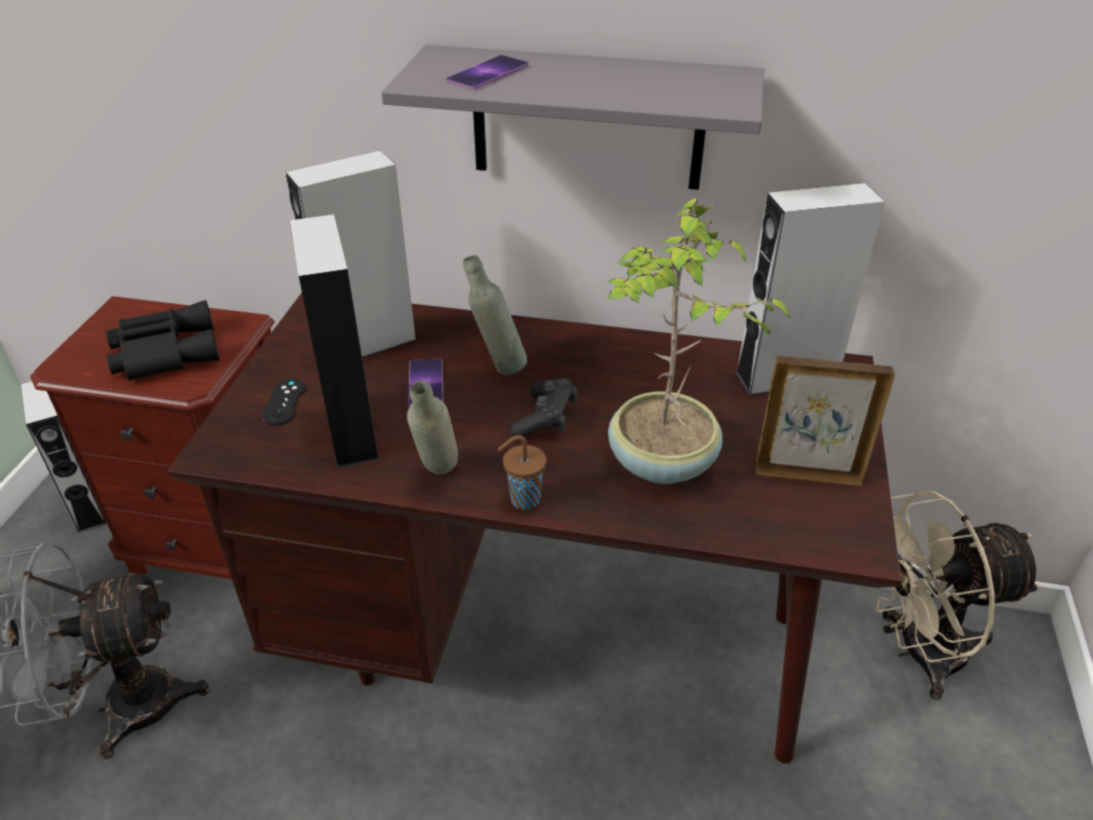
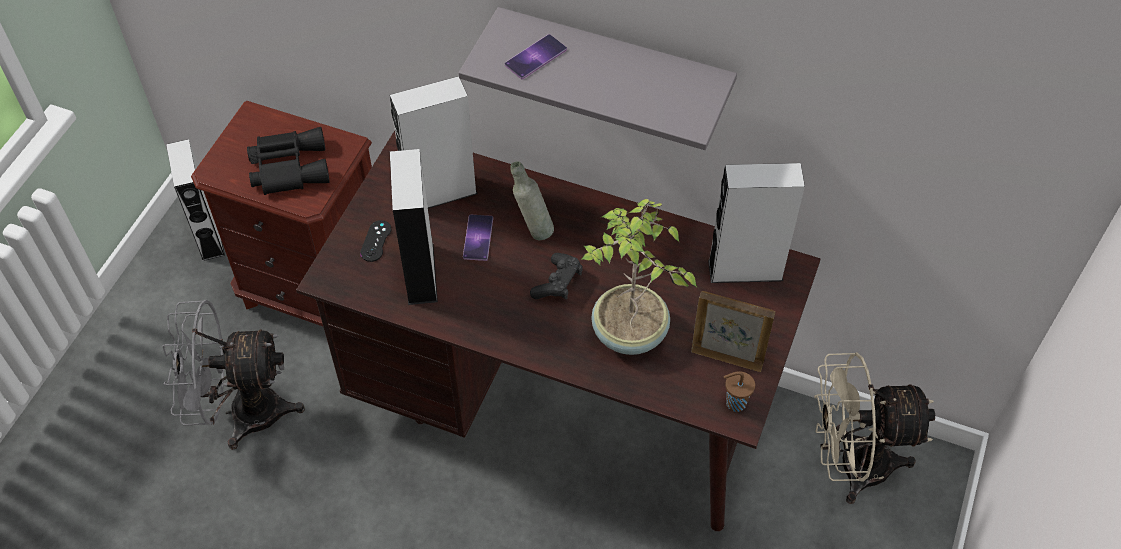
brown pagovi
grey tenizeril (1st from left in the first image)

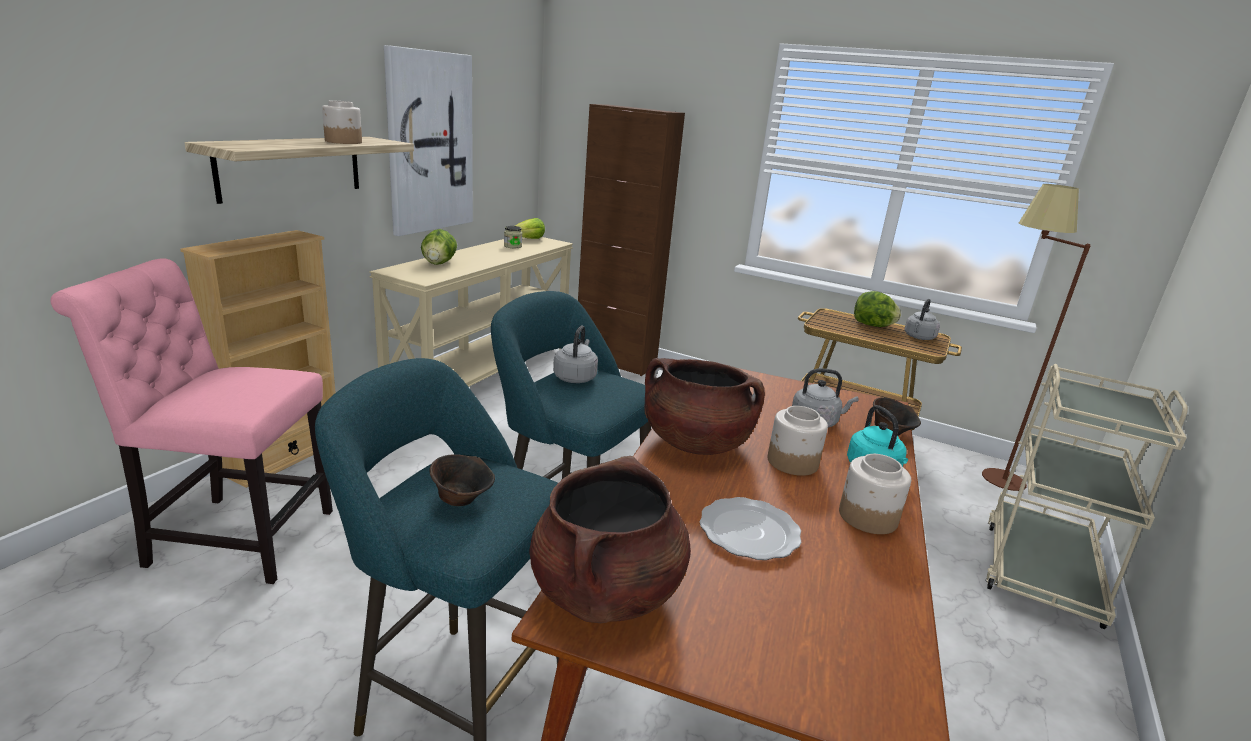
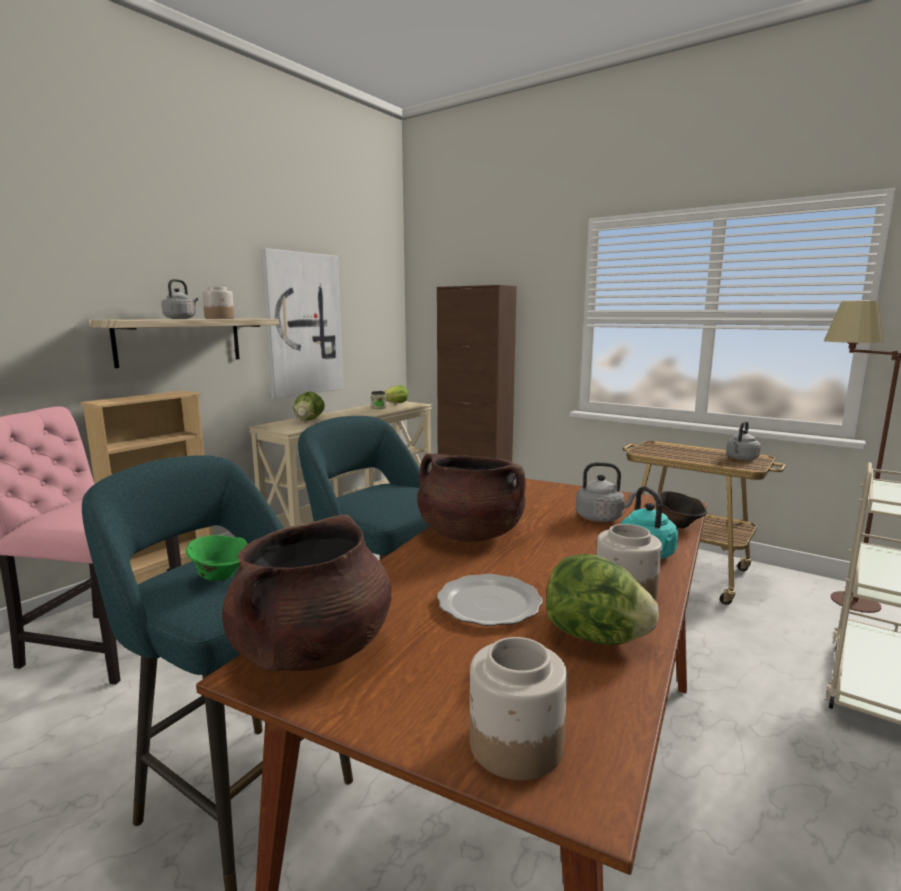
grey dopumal (1st from left)
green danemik
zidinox (3rd from left)
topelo (3rd from left)

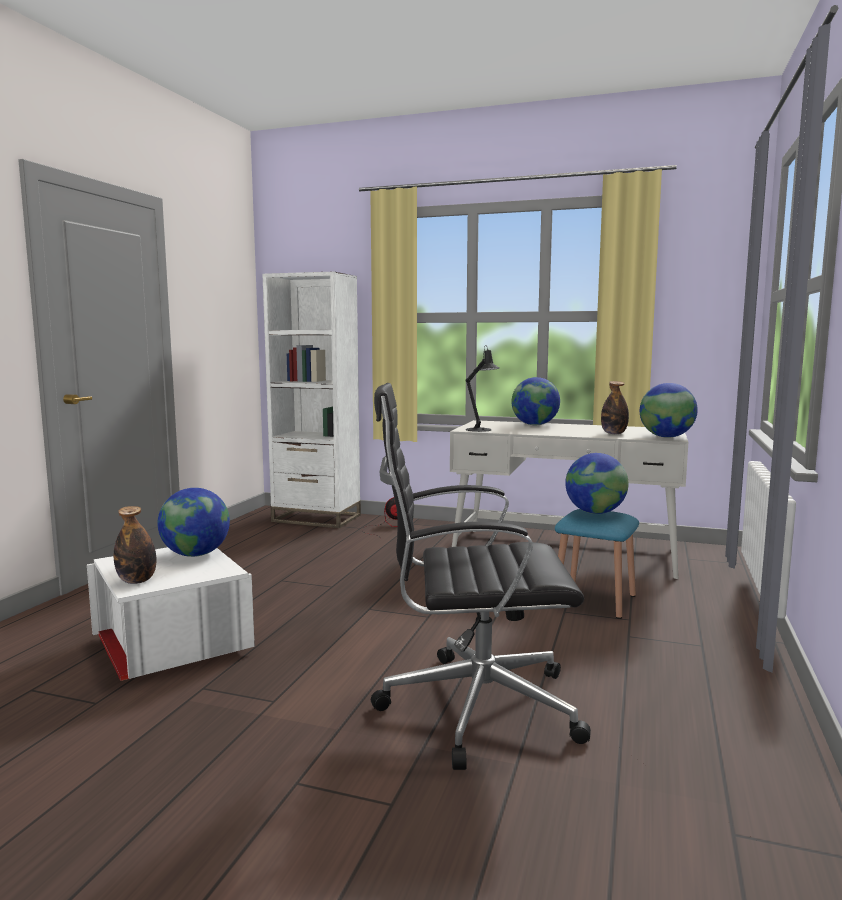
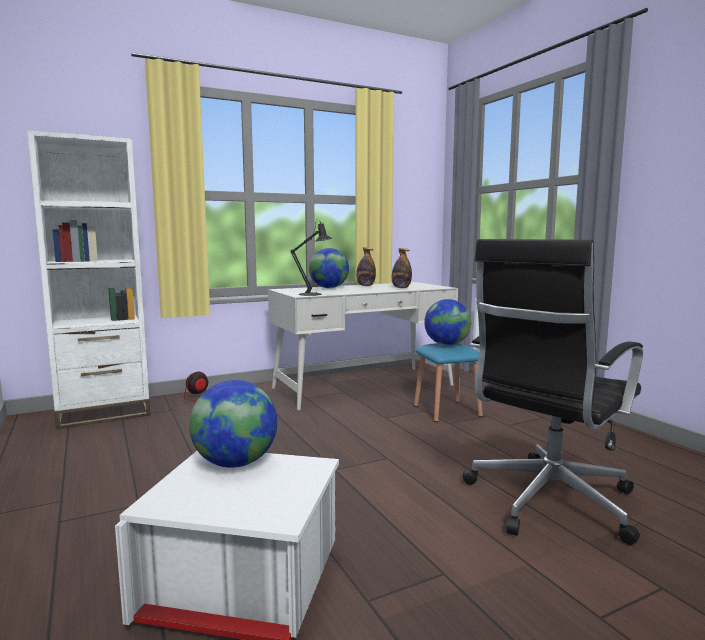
tenizeril (1st from left)
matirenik (4th from left in the first image)

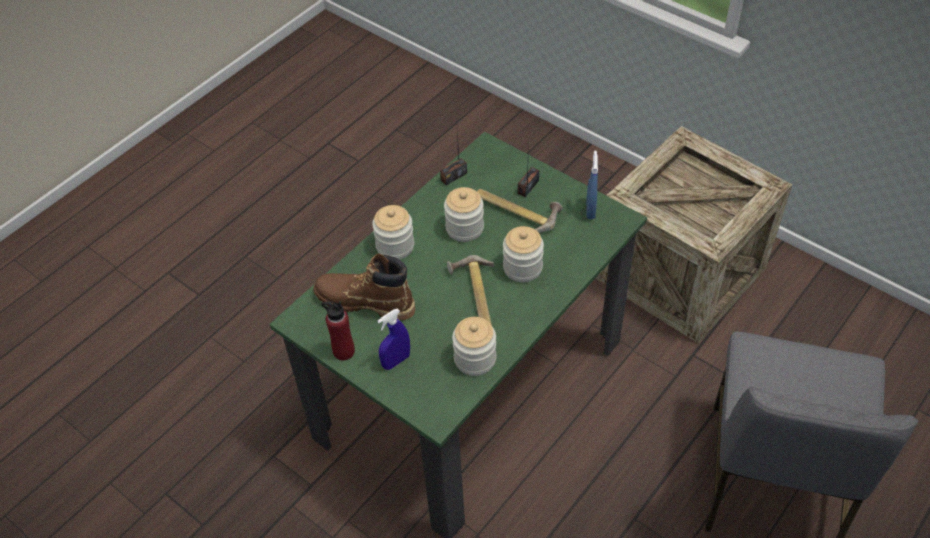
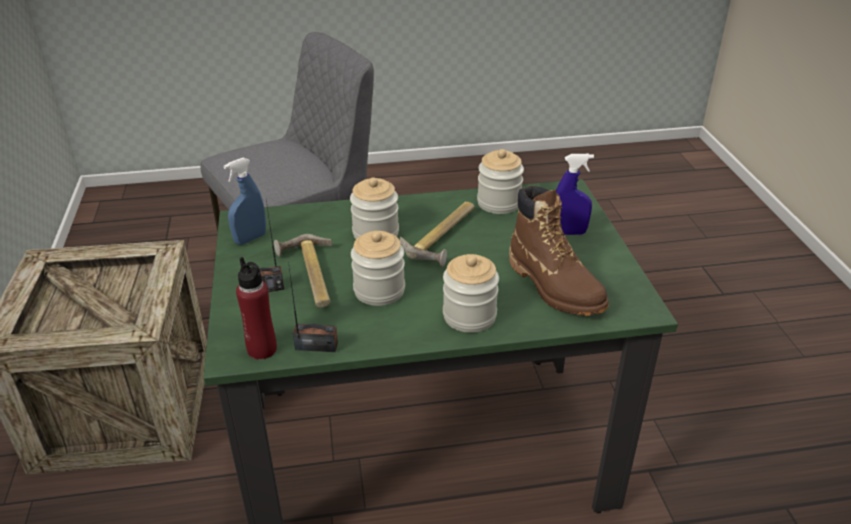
red tenizeril

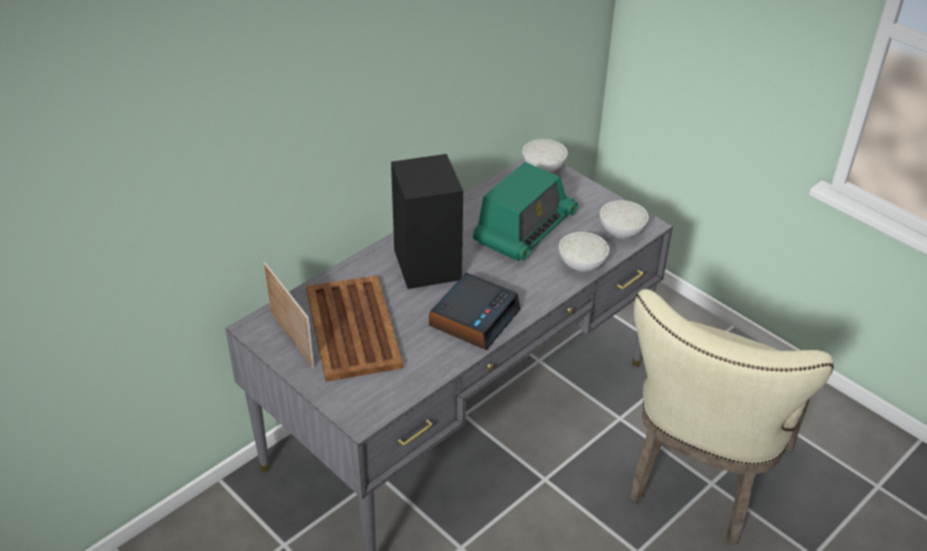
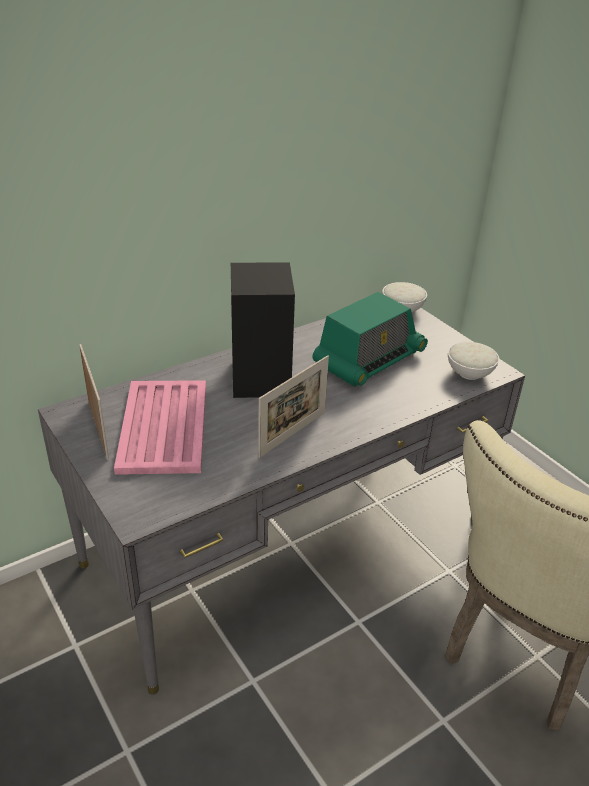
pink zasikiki
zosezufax (2nd from left)
white danemik (2nd from left in the first image)

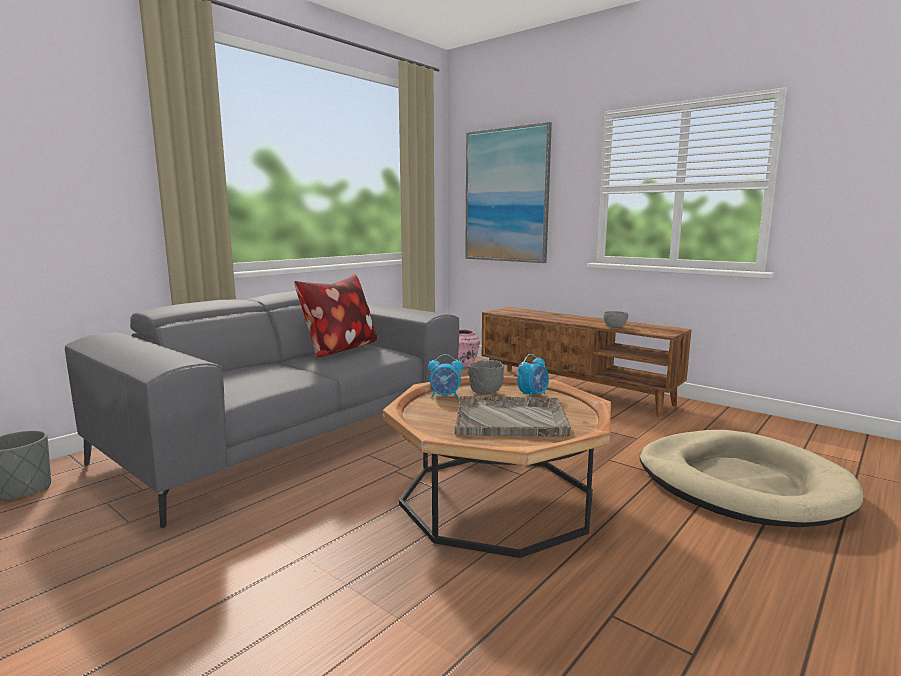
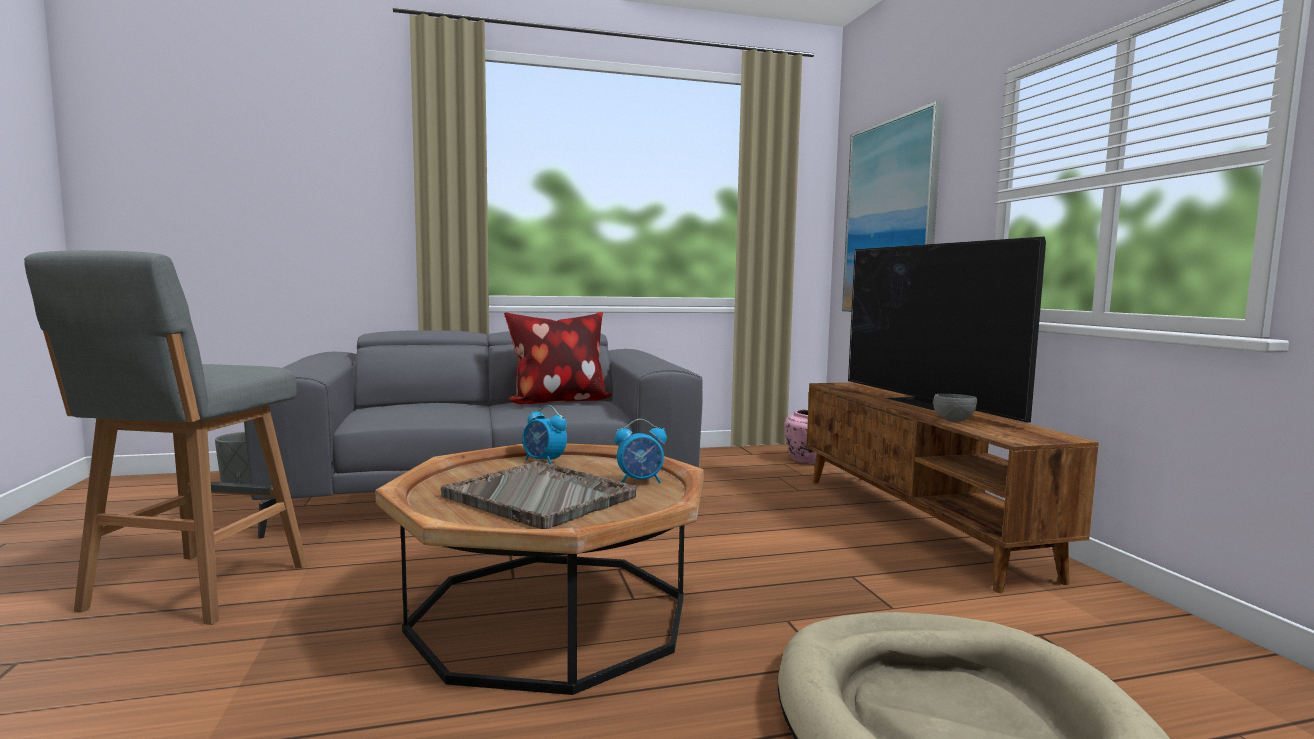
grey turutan
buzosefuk
grey danemik (1st from left in the first image)

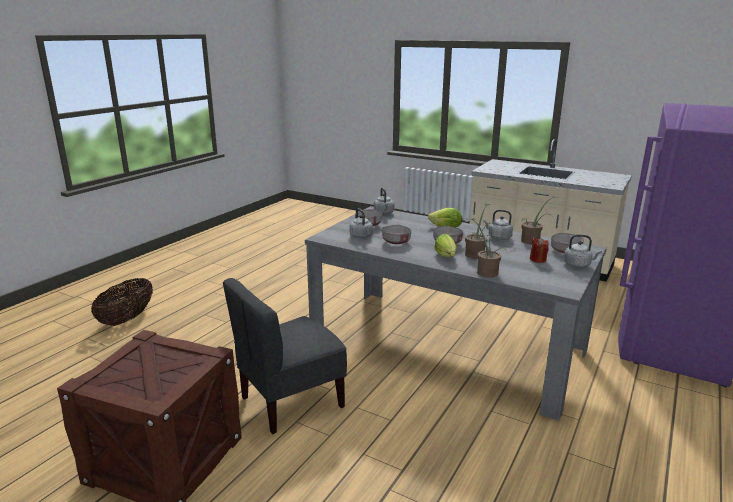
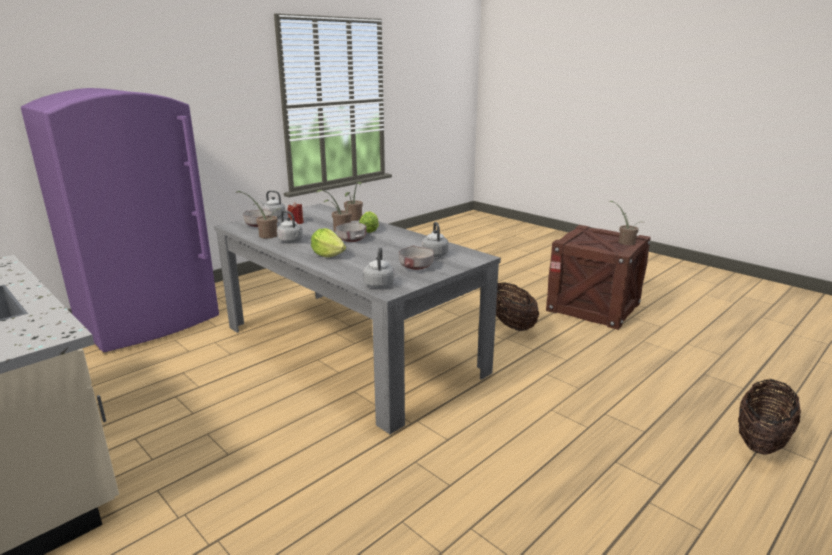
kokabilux (1st from left)
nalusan (4th from left)
grey danemik (2nd from left in the first image)

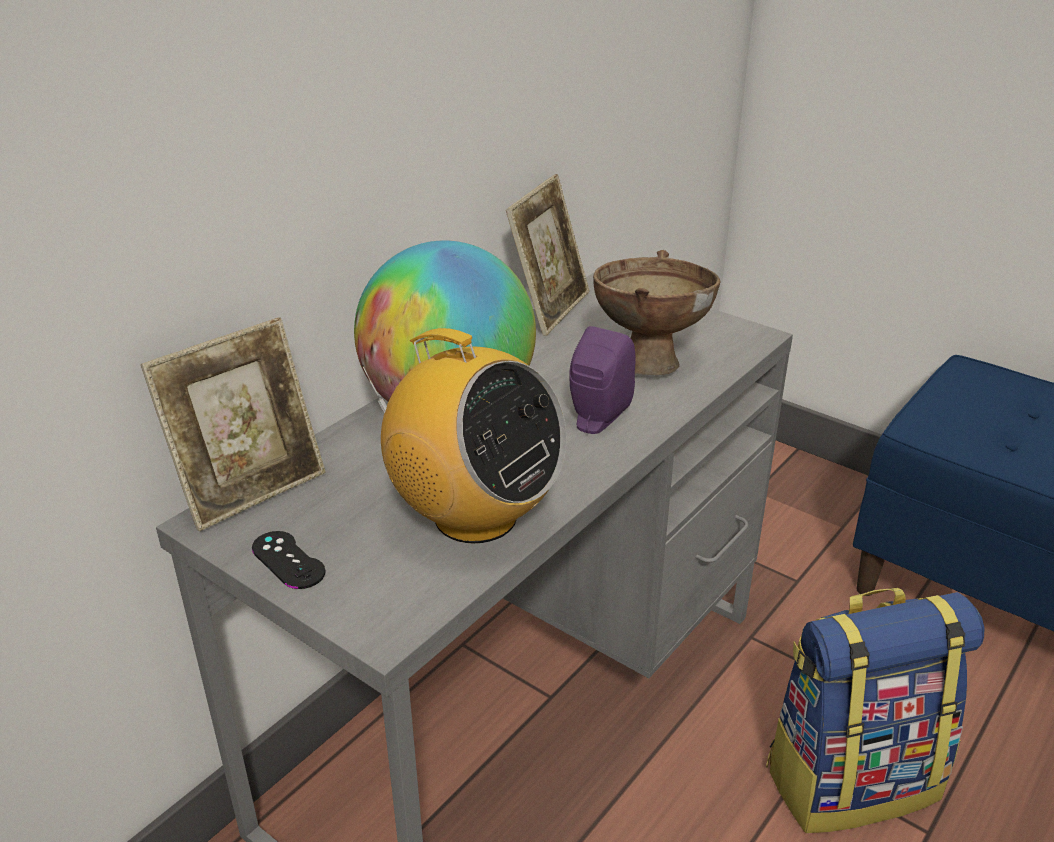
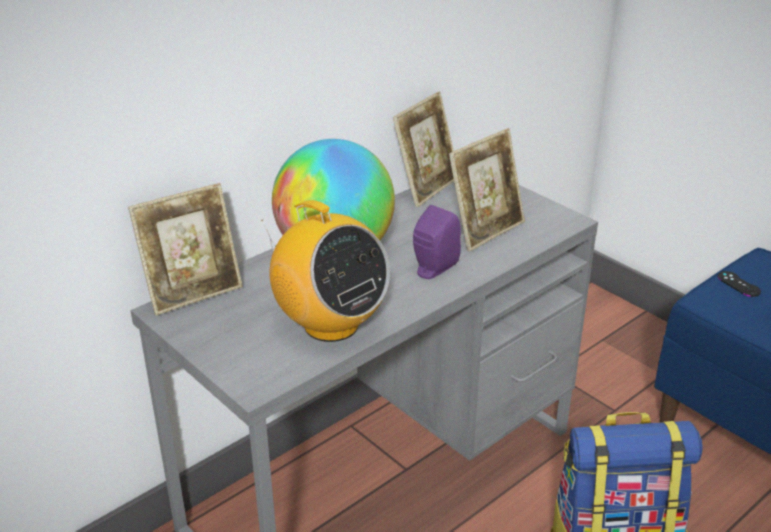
zosezufax (3rd from left)
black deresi

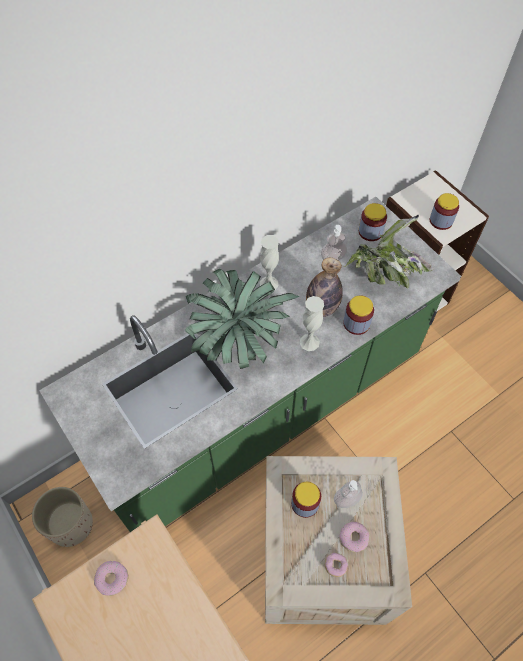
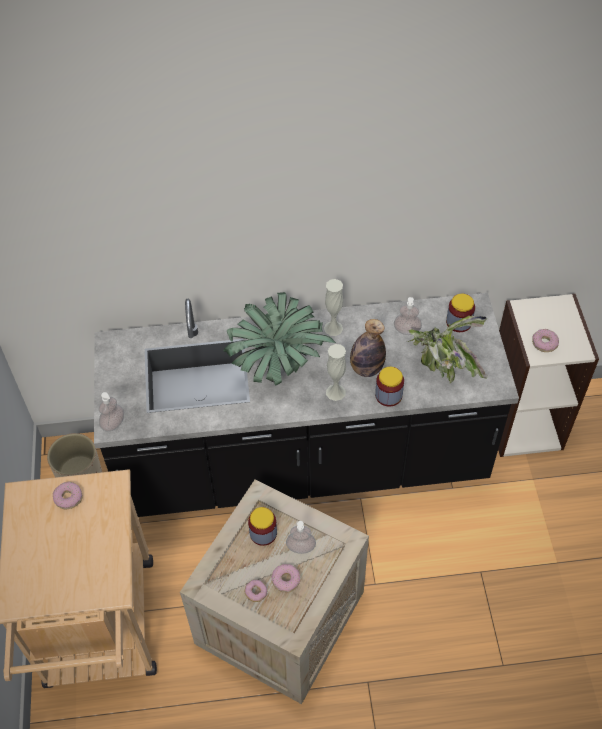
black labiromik
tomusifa (1st from left)
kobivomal (4th from left)

